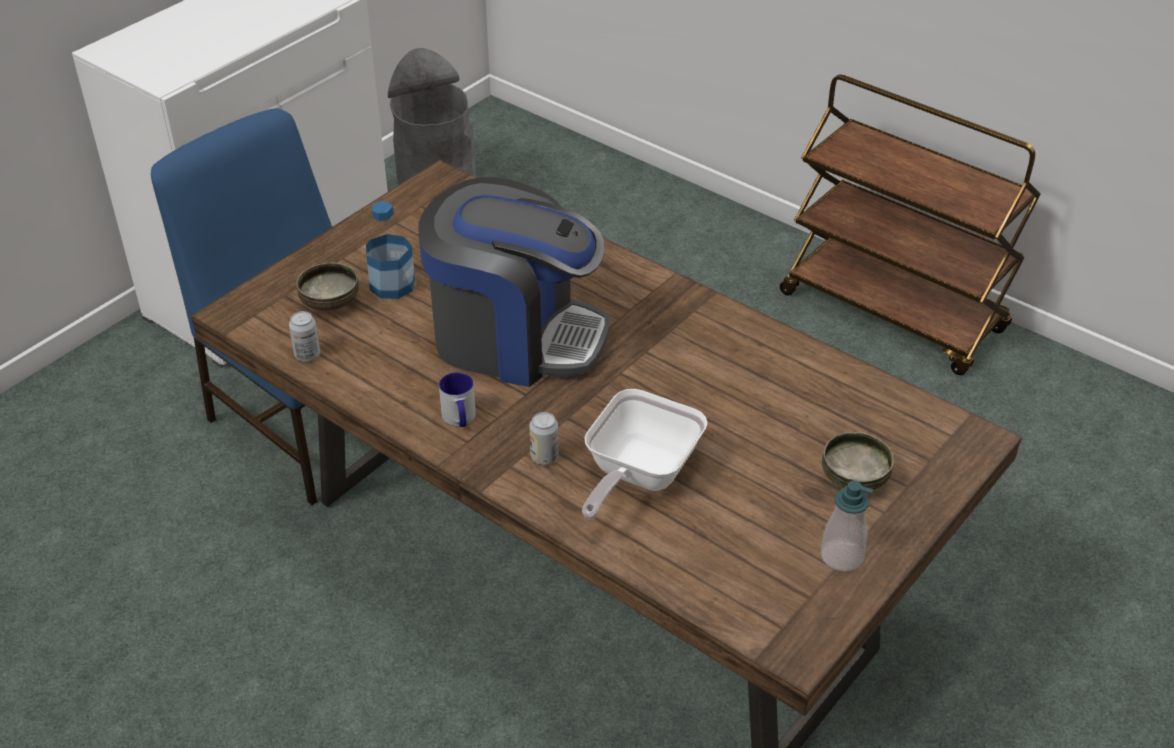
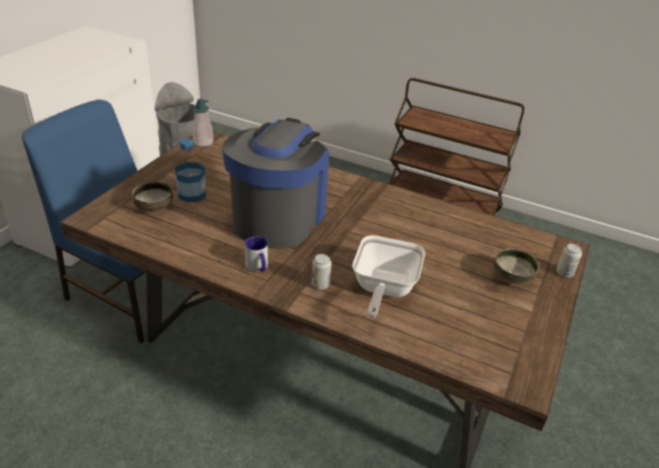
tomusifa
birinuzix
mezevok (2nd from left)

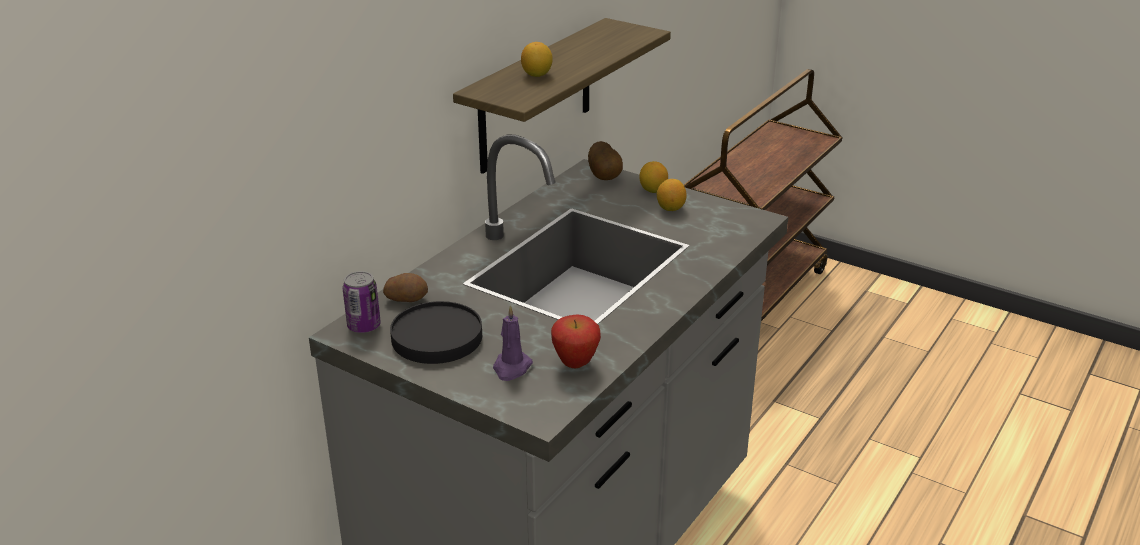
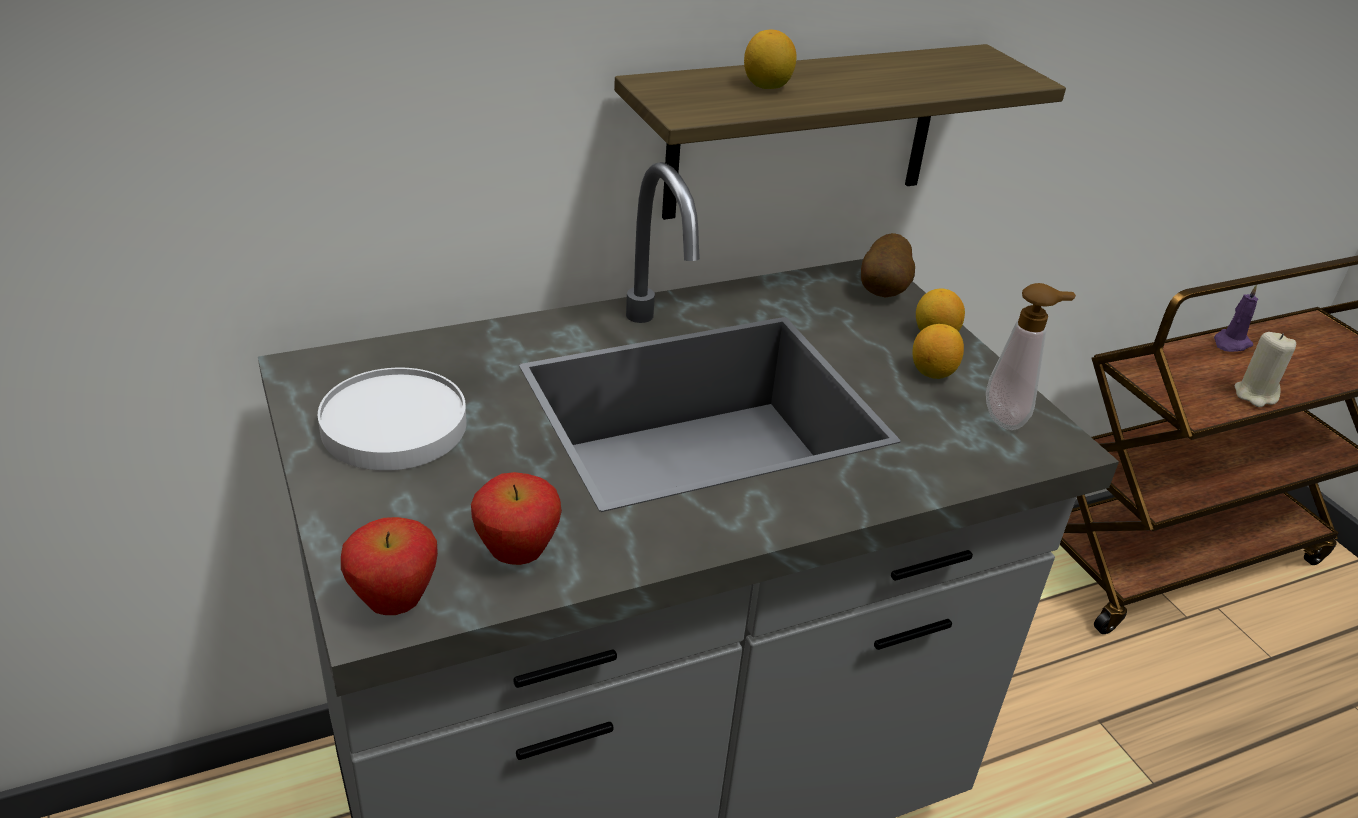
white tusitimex
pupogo (1st from left)
tomusifa
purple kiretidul
beige kiretidul
mezevok
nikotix (1st from left in the first image)

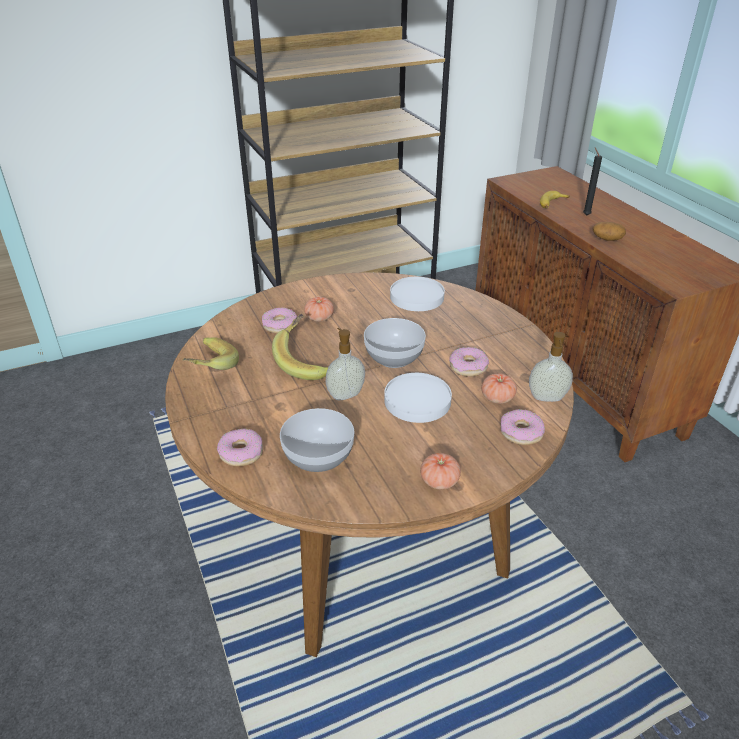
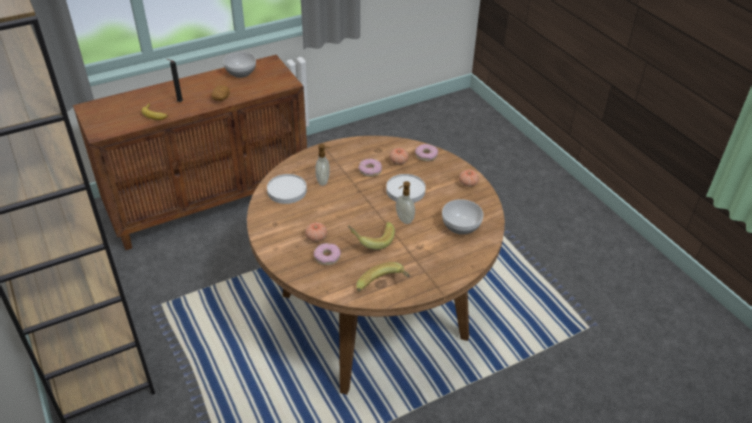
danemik (1st from left)
tomusifa (1st from left)
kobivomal (1st from left in the first image)

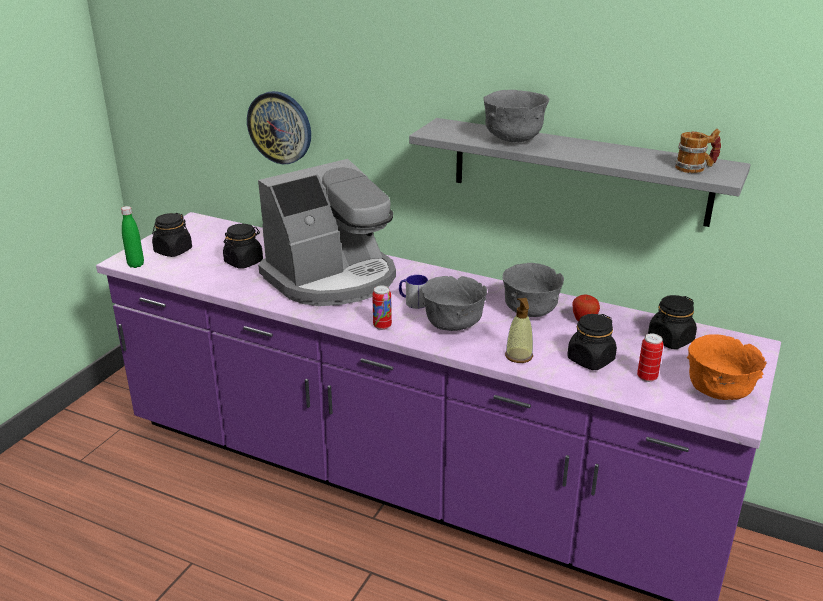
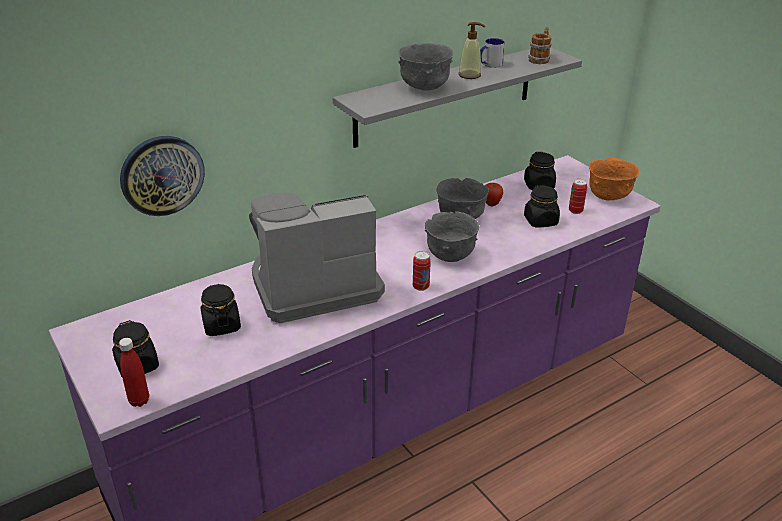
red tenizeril
birinuzix
tomusifa
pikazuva (1st from left)

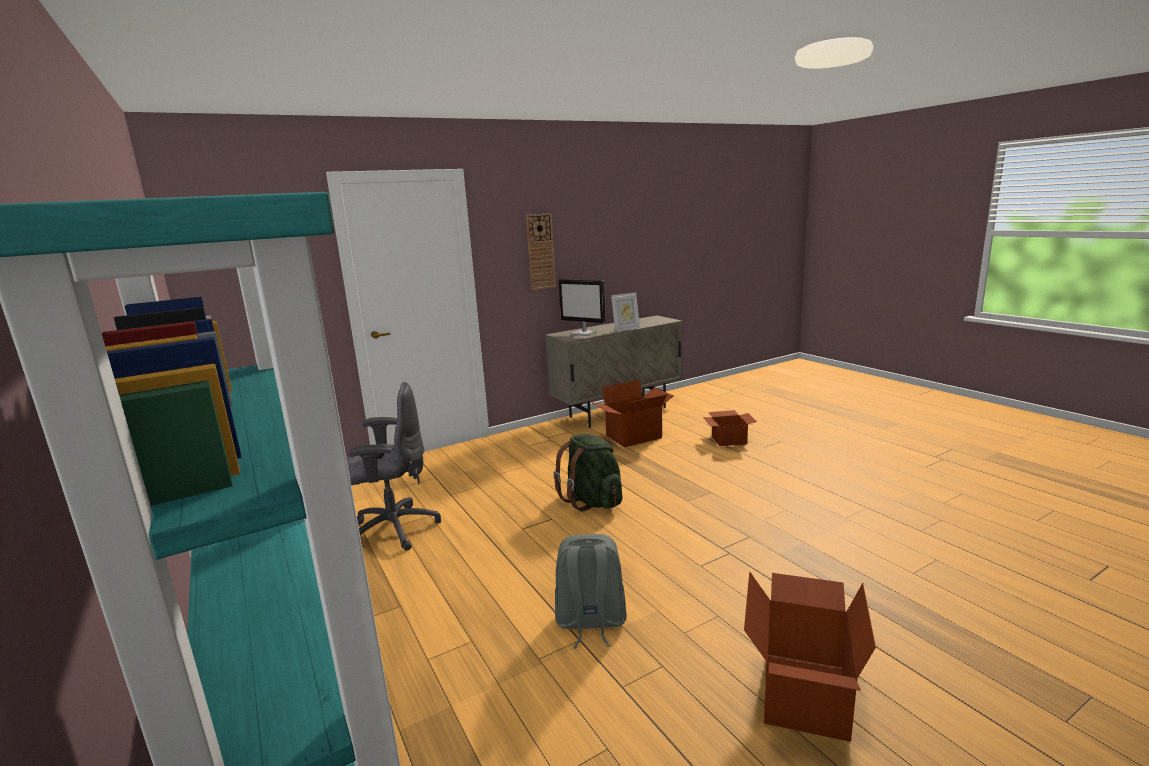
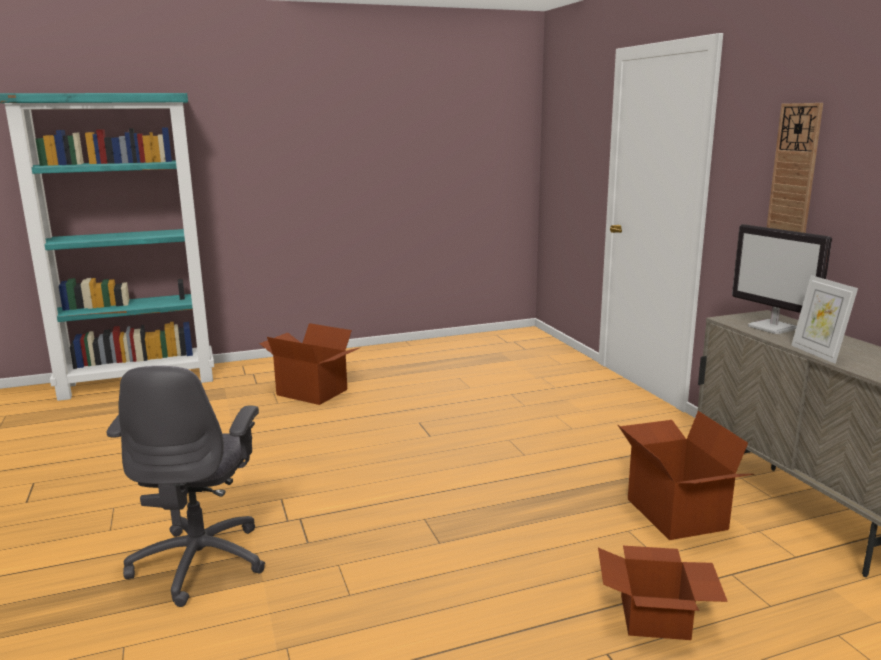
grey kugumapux
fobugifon (1st from left)
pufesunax
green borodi
grey borodi

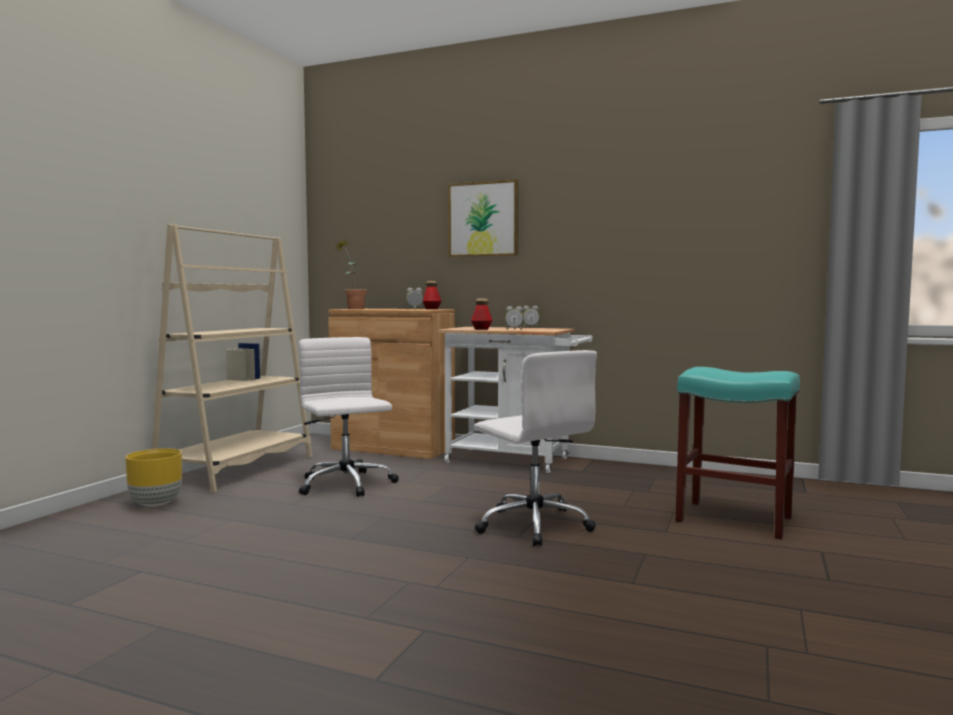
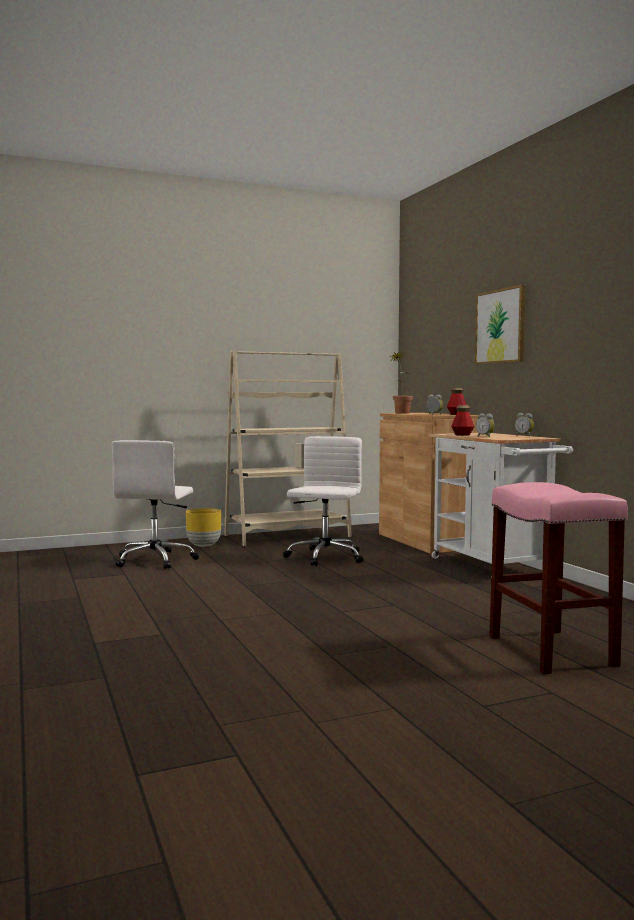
white kugumapux (1st from left)
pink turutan

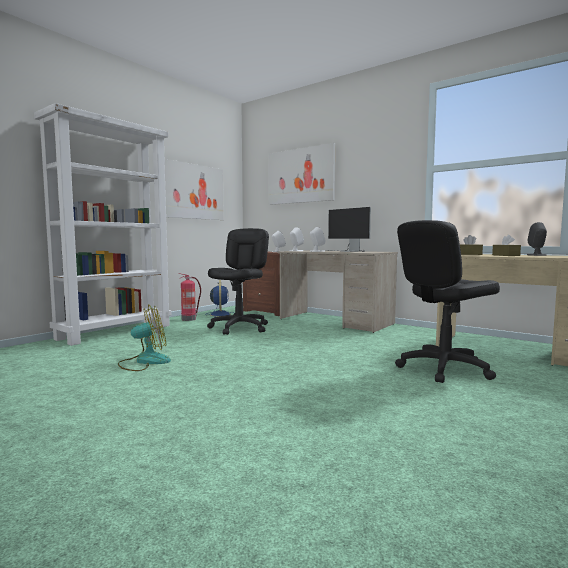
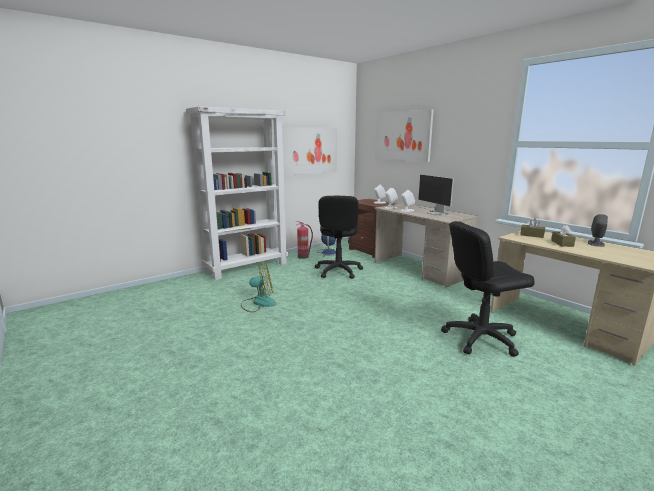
black kugumapux (1st from left)

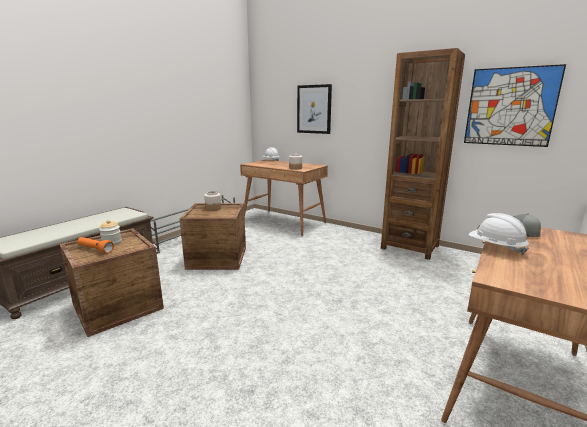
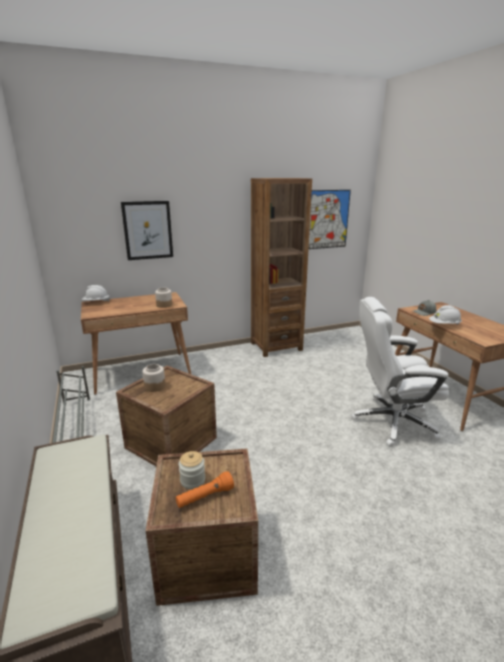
white kugumapux

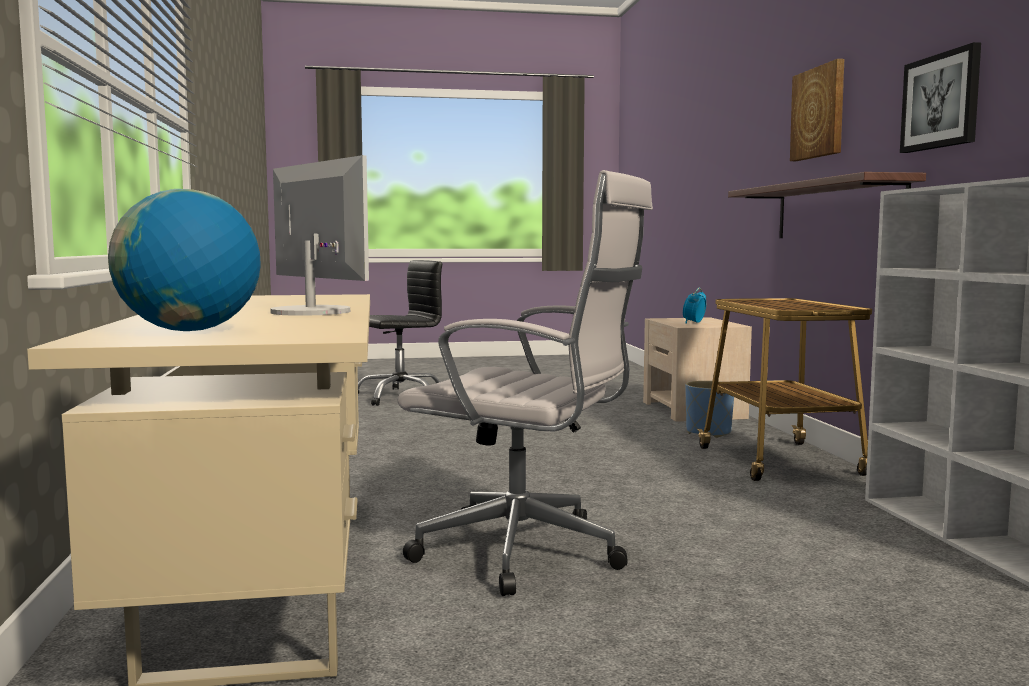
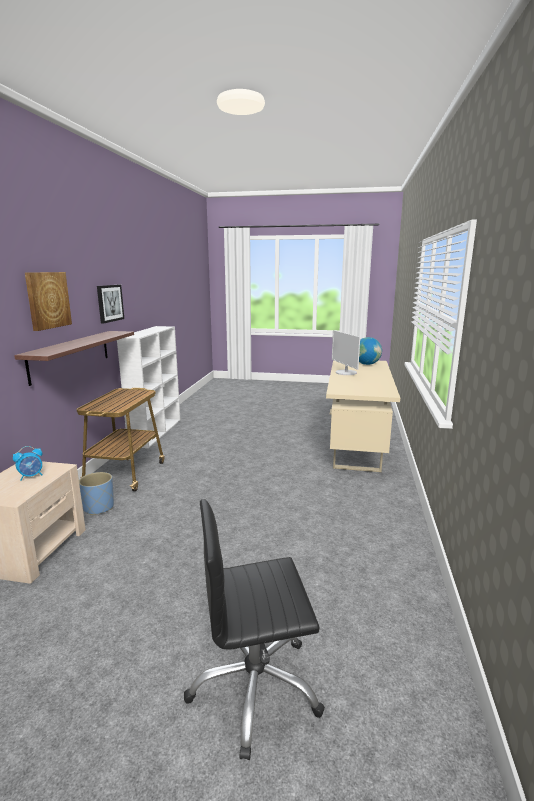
white kugumapux

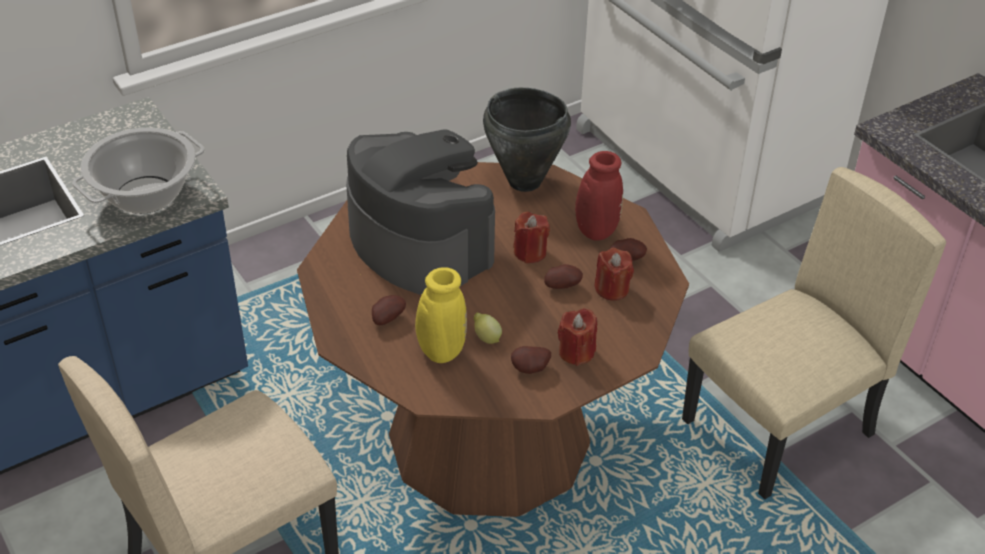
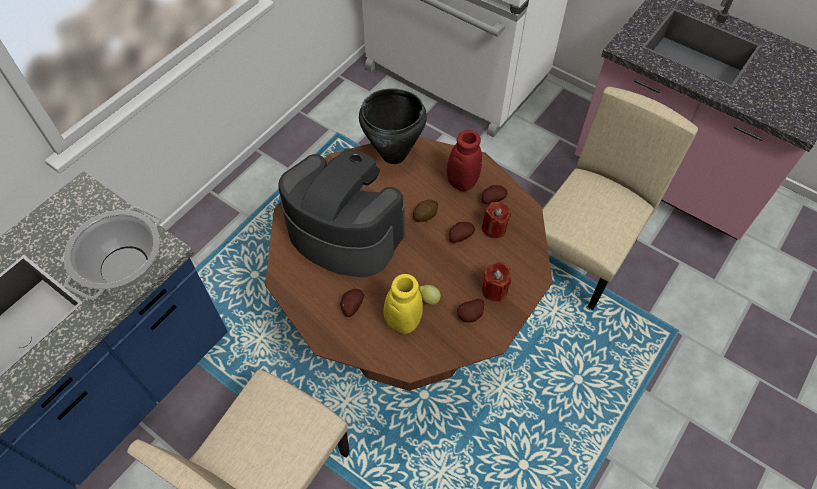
nikotix (2nd from left)

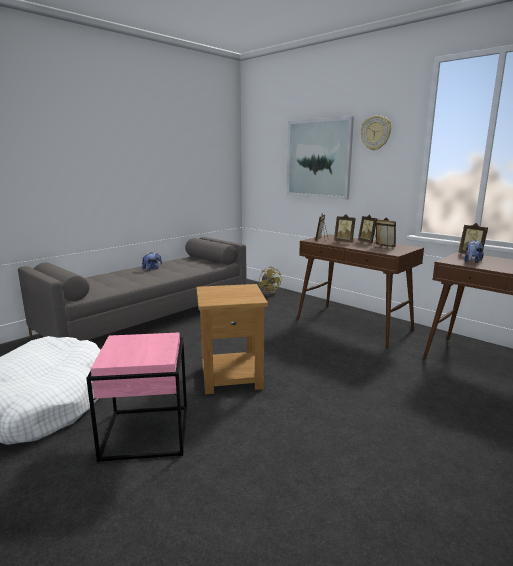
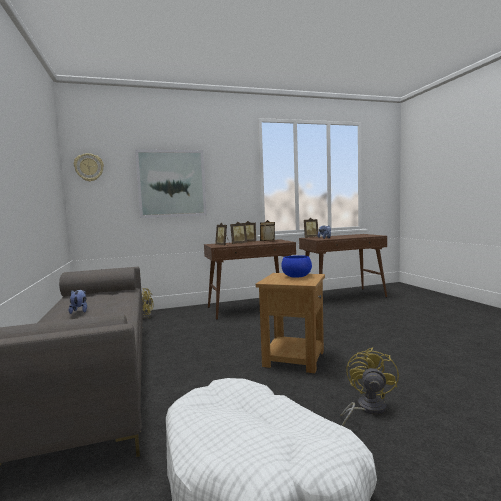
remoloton
blue danemik
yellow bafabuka (2nd from left)

